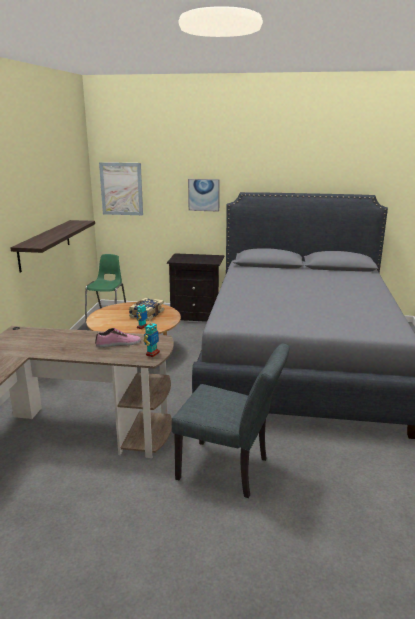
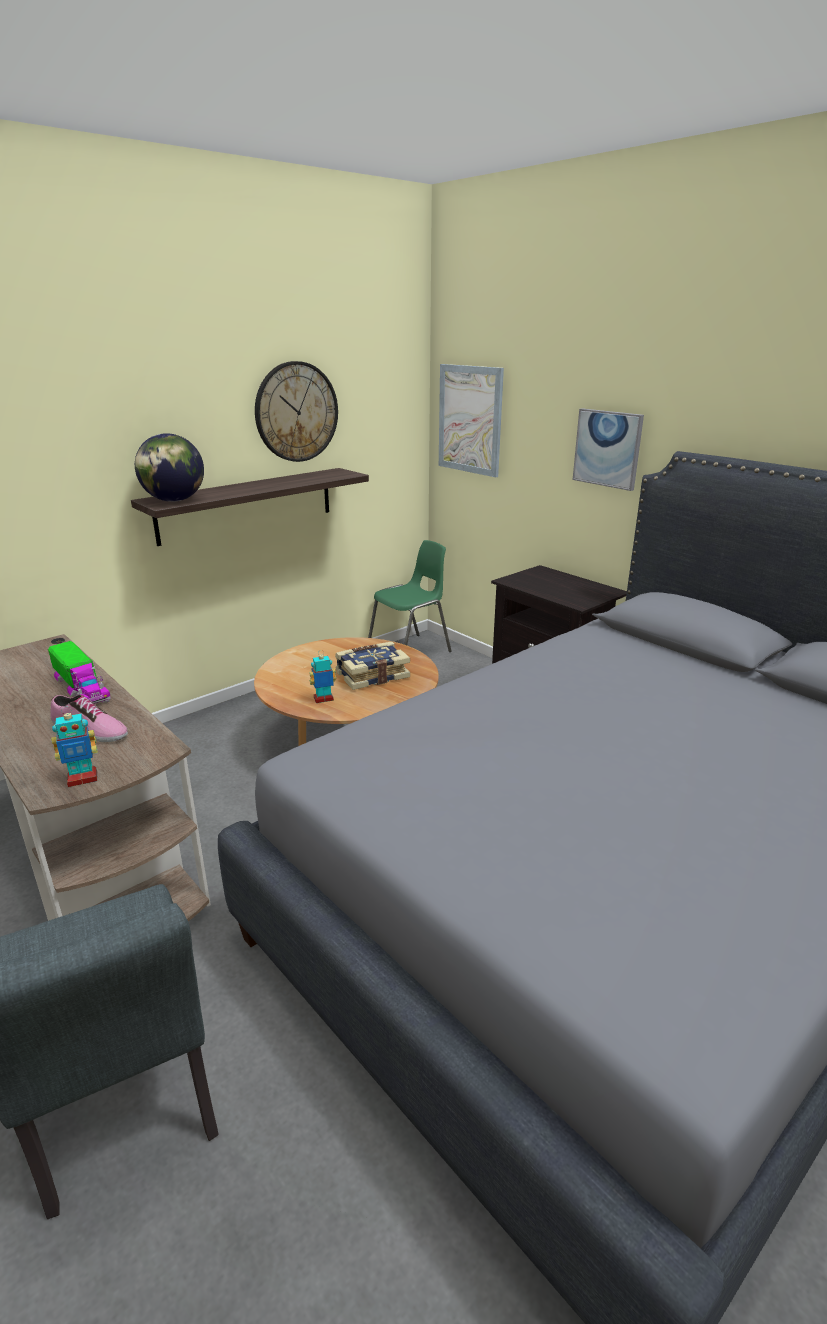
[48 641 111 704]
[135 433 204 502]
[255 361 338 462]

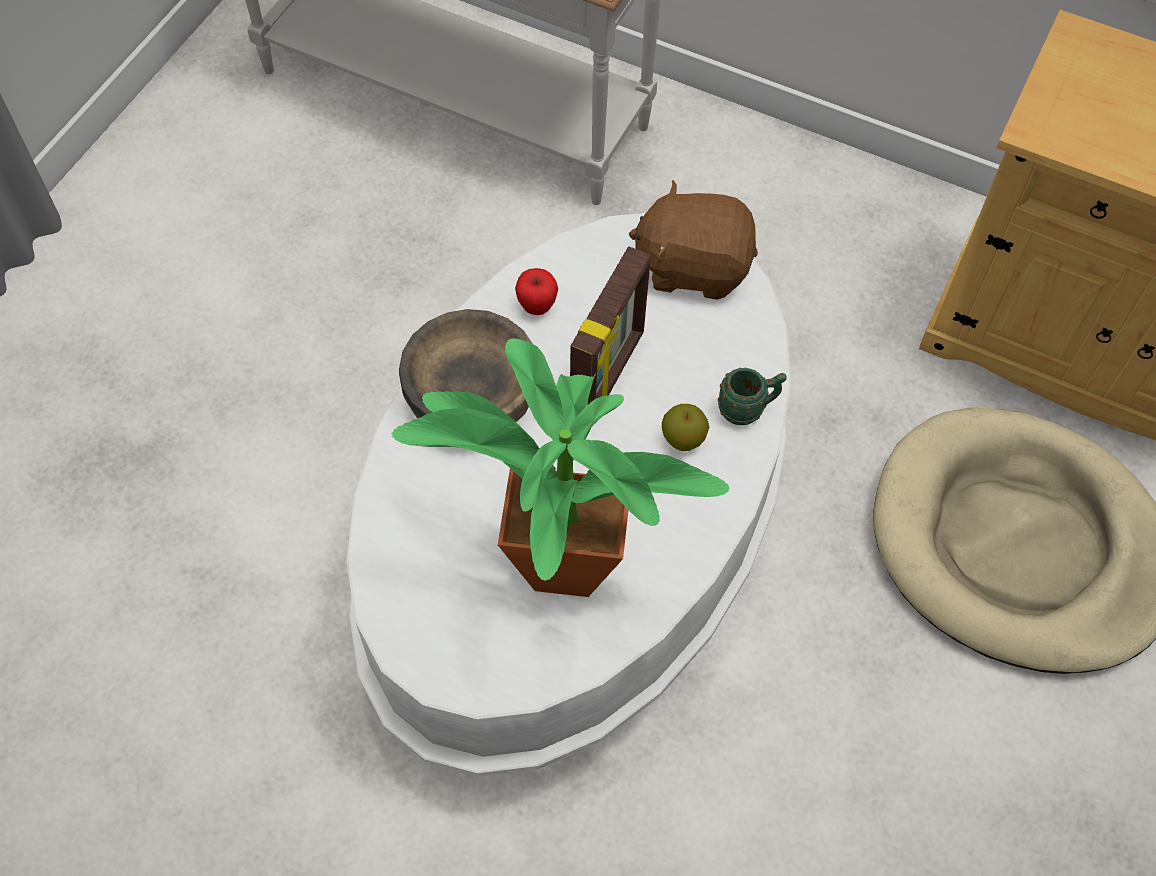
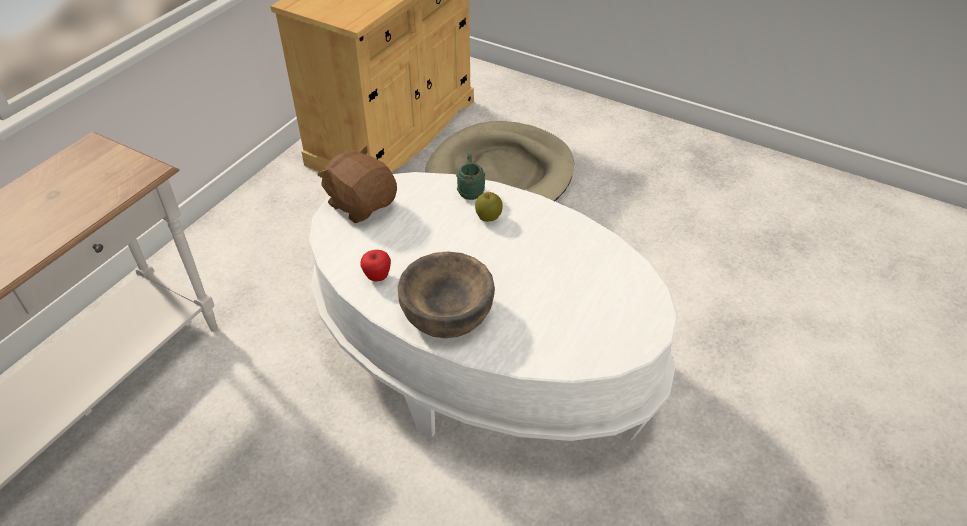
[392 338 730 597] (first image)
[570 246 651 404] (first image)
[317 146 397 223]

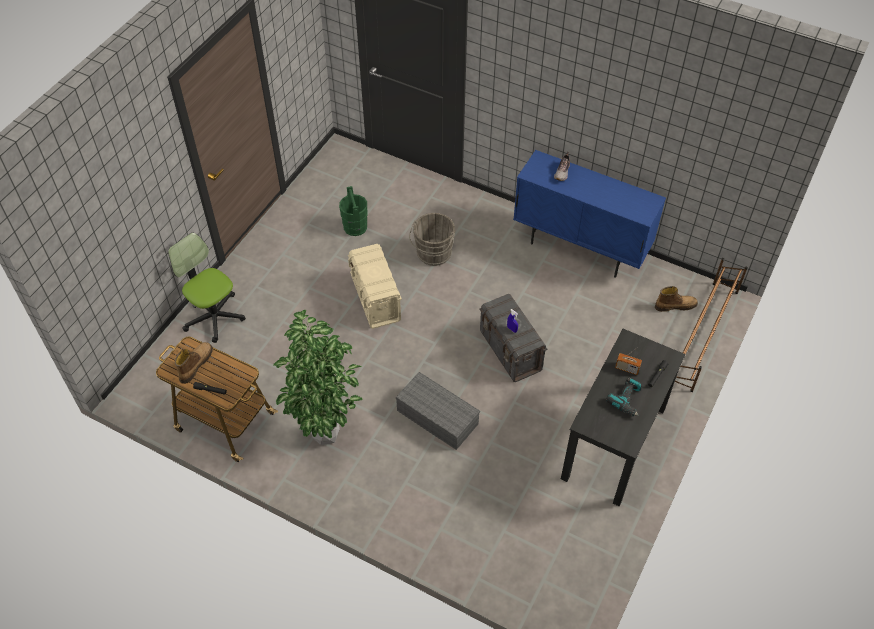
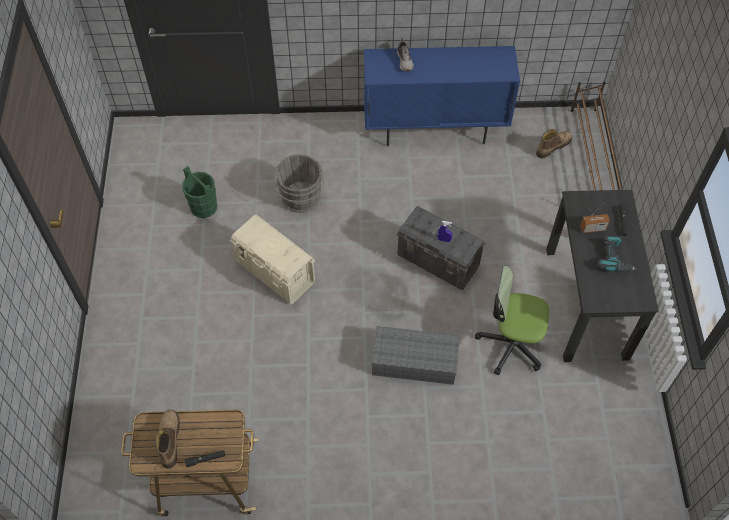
[475 266 549 375]
[273 309 363 445] (first image)

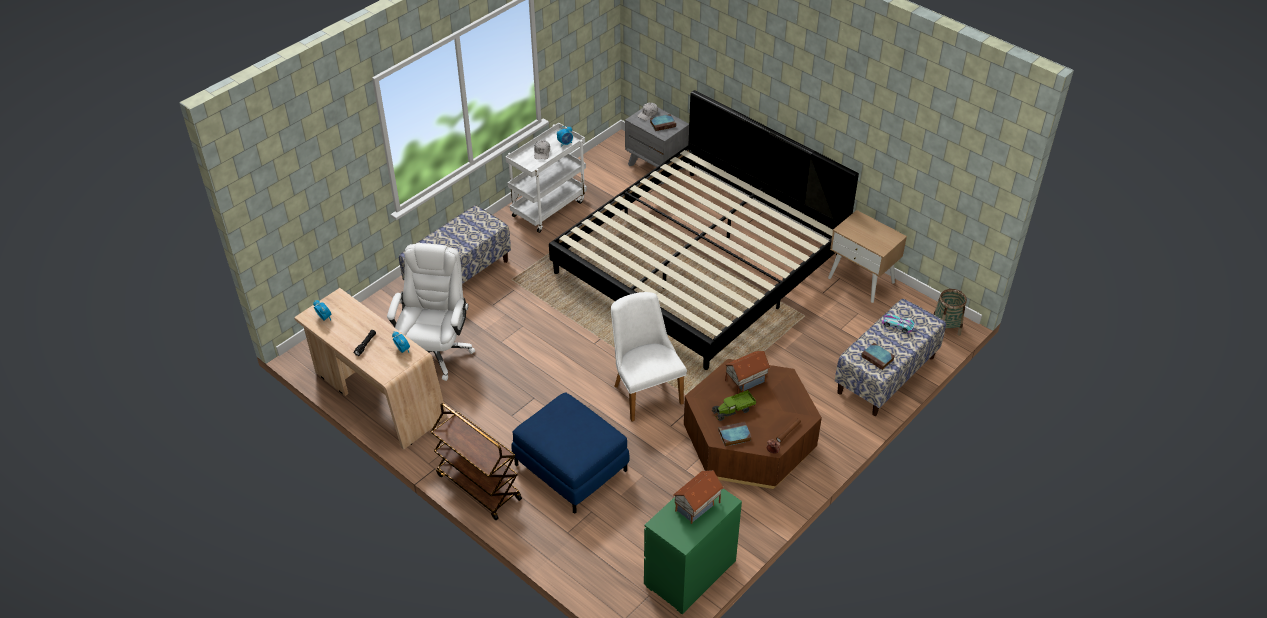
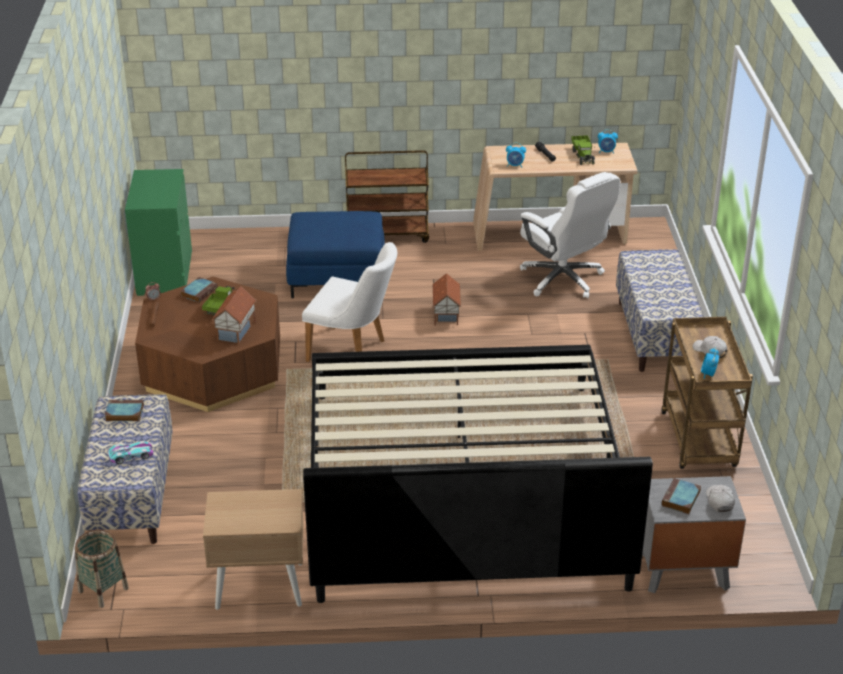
[661 317 753 469]
[432 273 461 326]
[571 135 595 165]

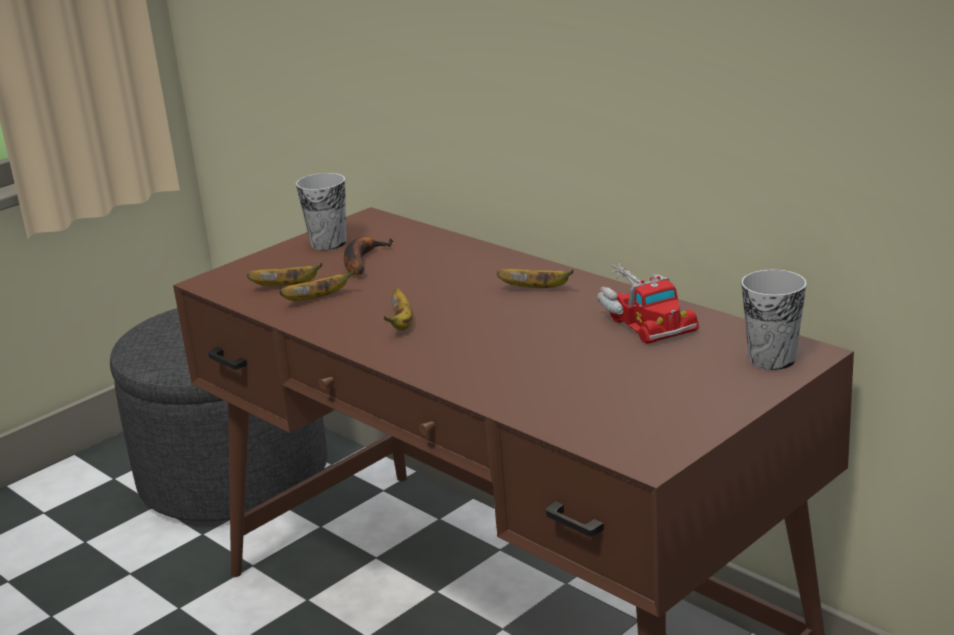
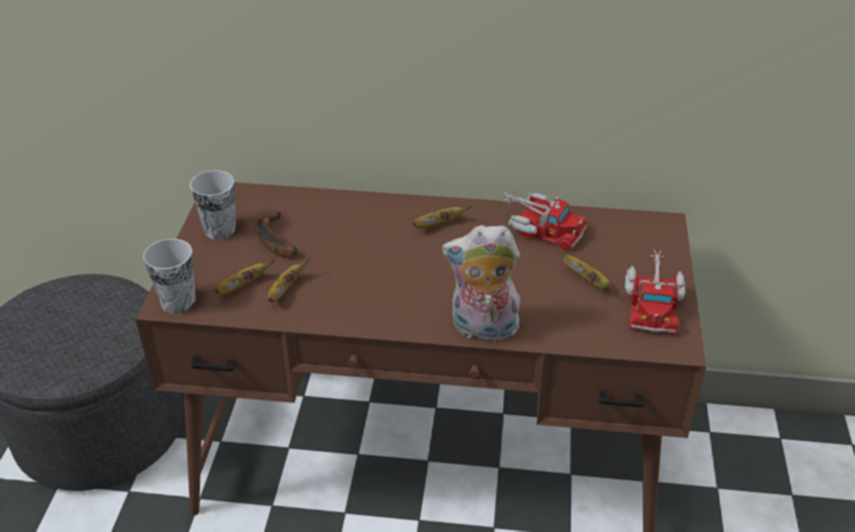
[563 254 610 290]
[143 239 196 314]
[442 225 521 341]
[625 250 685 335]

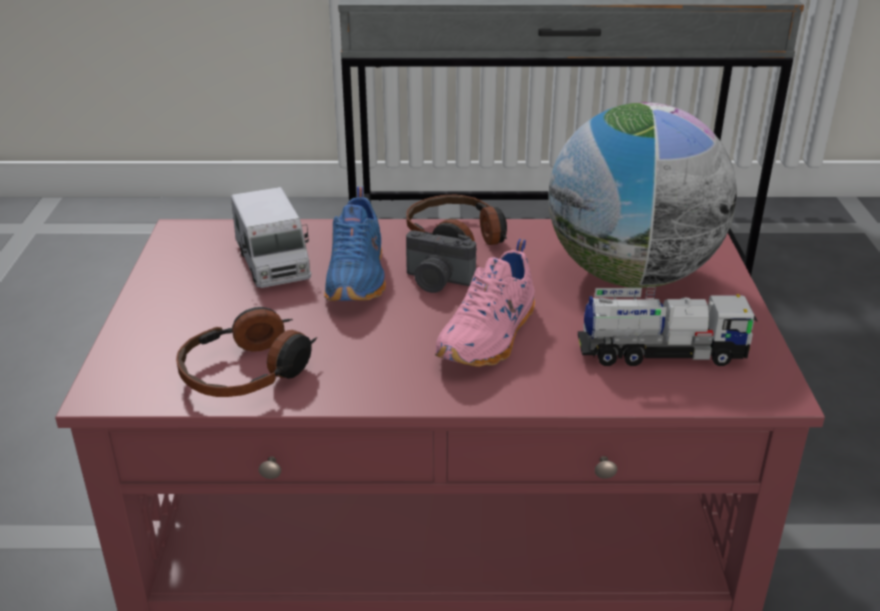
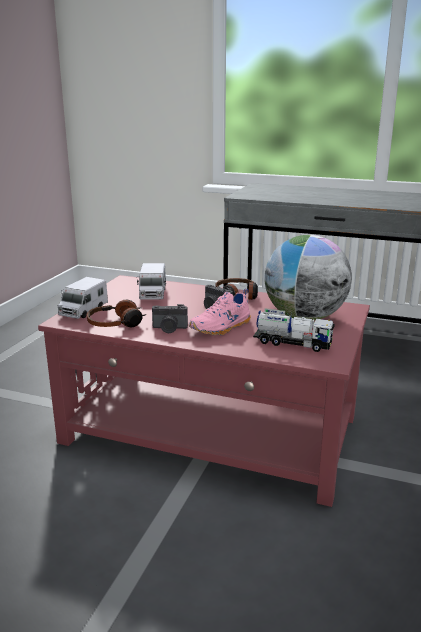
[324 187 386 301] (first image)
[58 277 108 319]
[152 304 188 333]

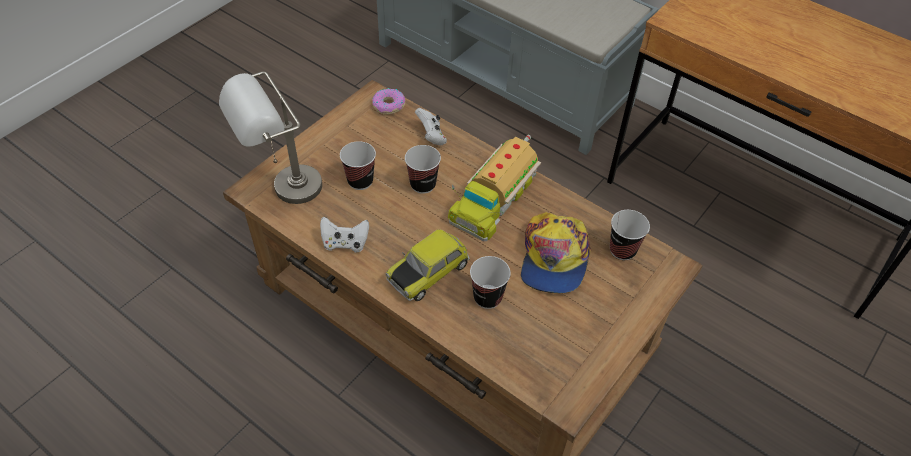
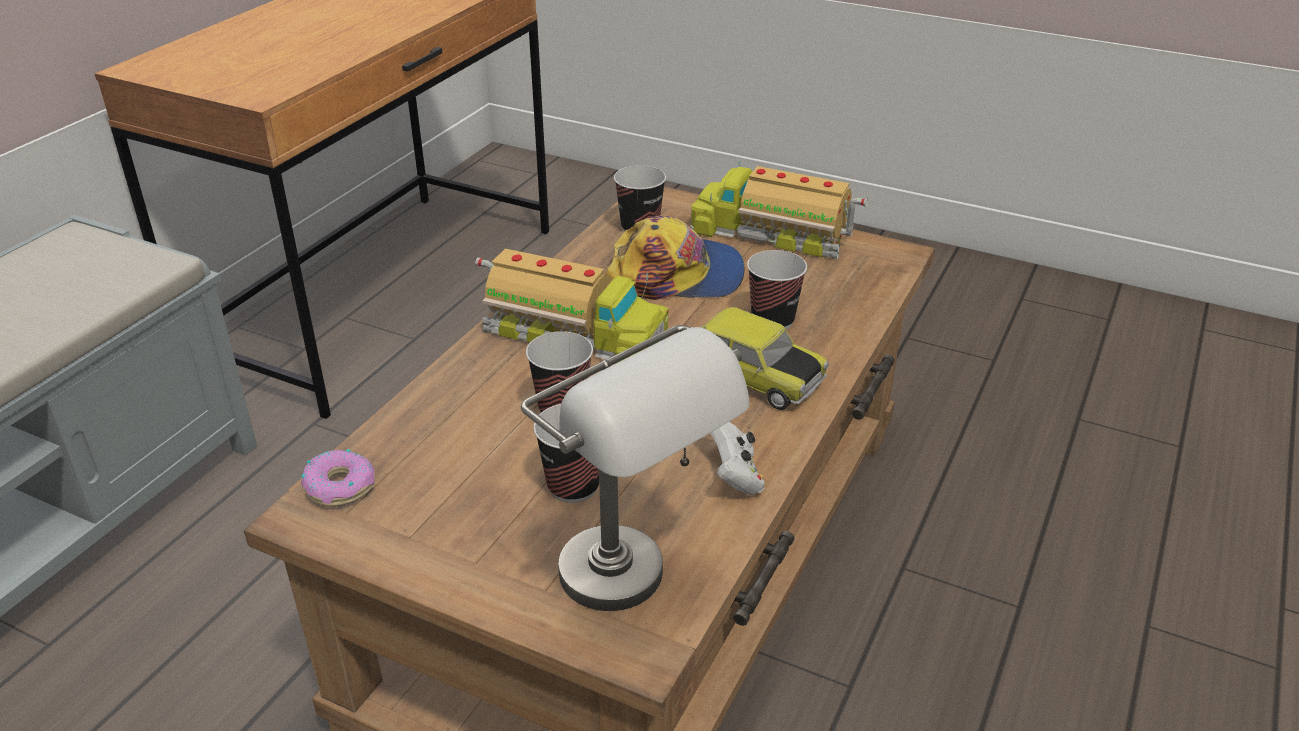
[415 108 447 146] (first image)
[690 160 868 259]

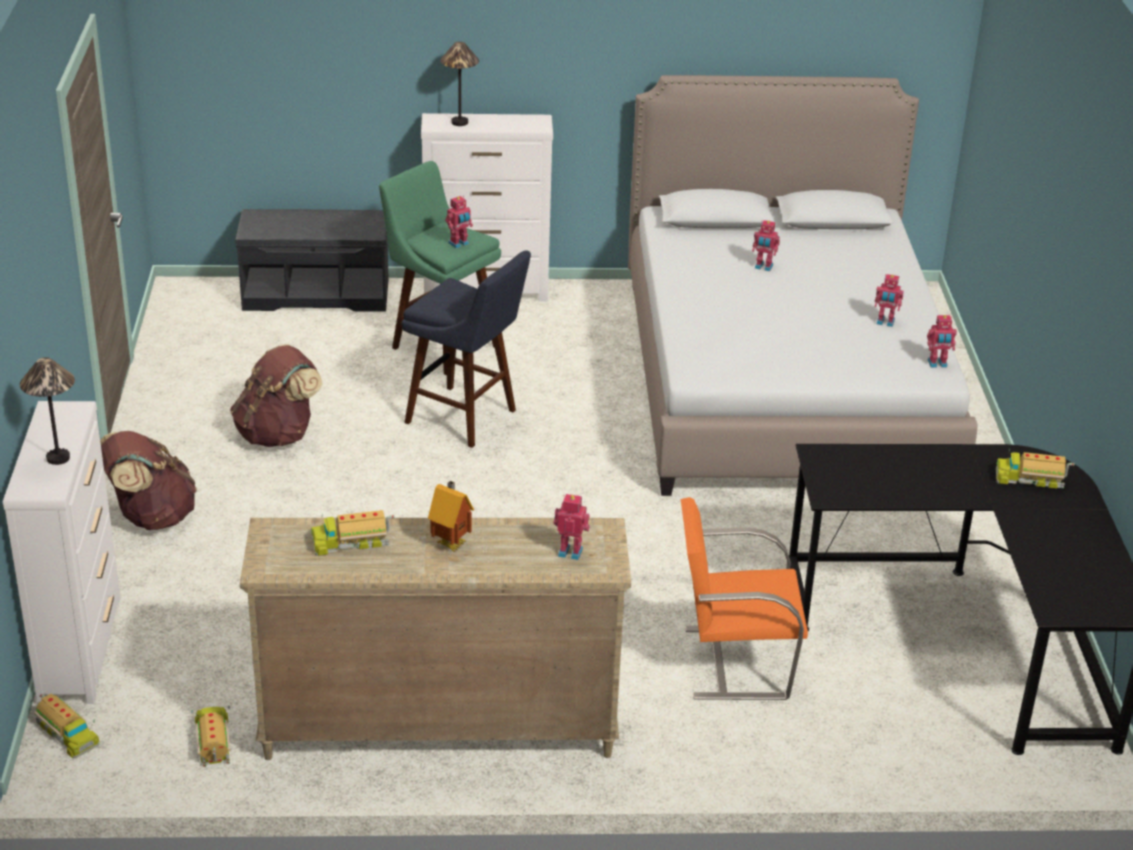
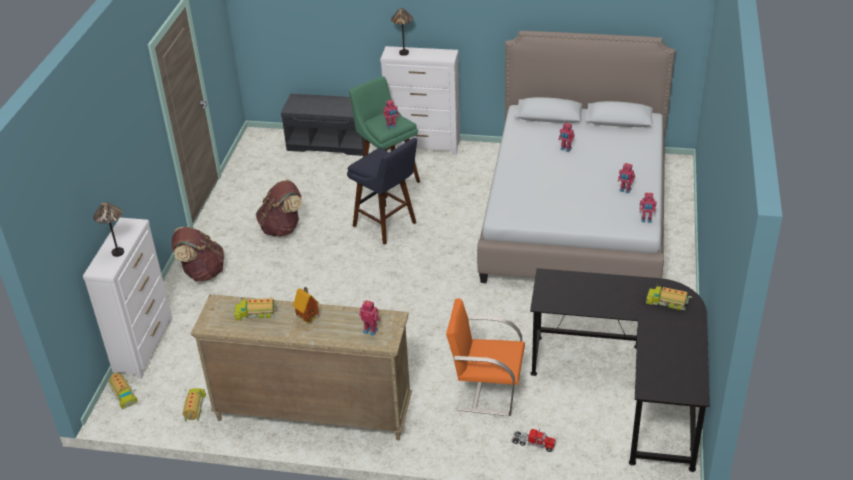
[512 428 556 452]

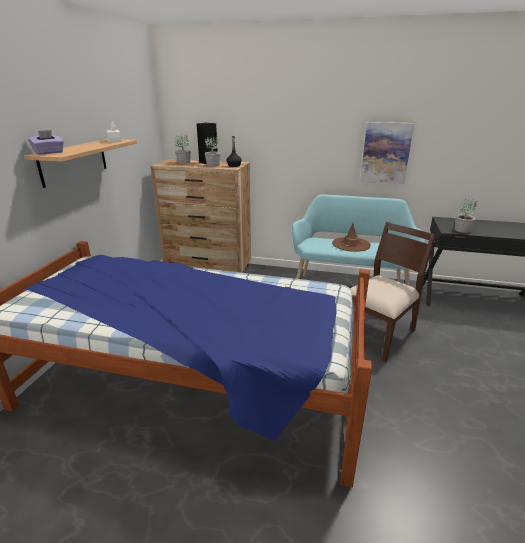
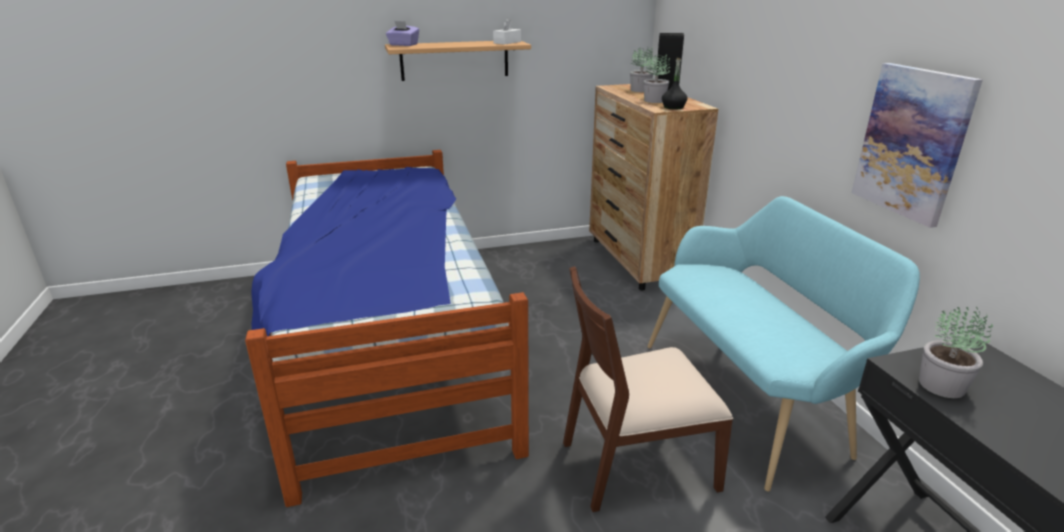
[332 223 371 252] (first image)
[563 266 733 512]

